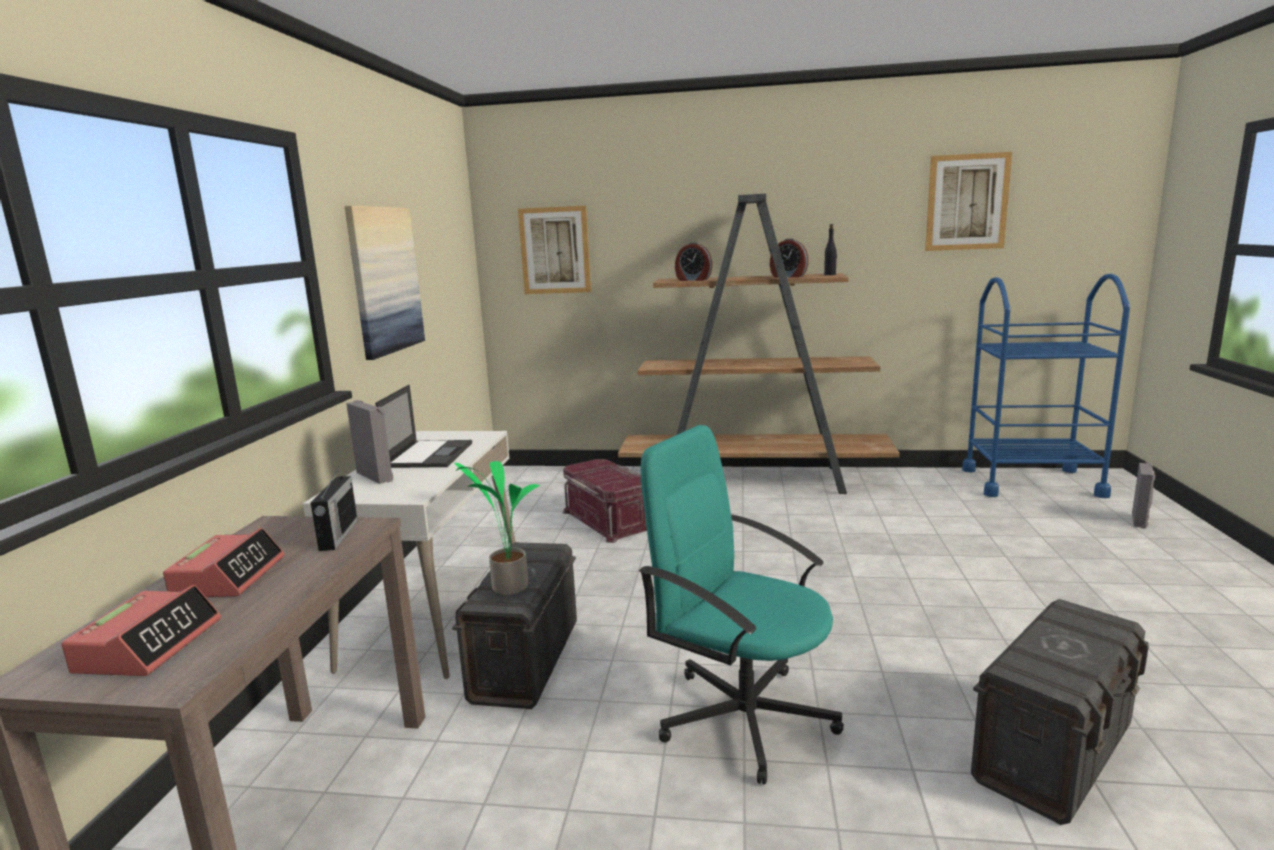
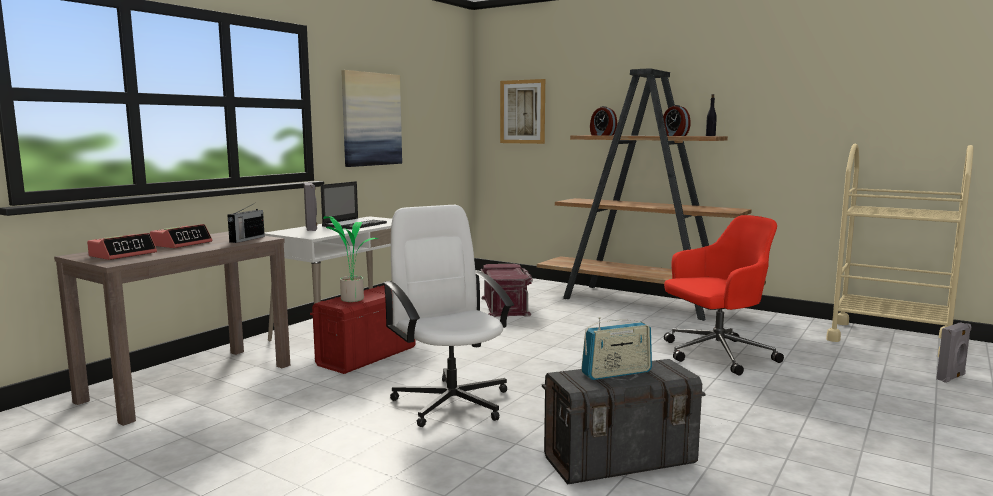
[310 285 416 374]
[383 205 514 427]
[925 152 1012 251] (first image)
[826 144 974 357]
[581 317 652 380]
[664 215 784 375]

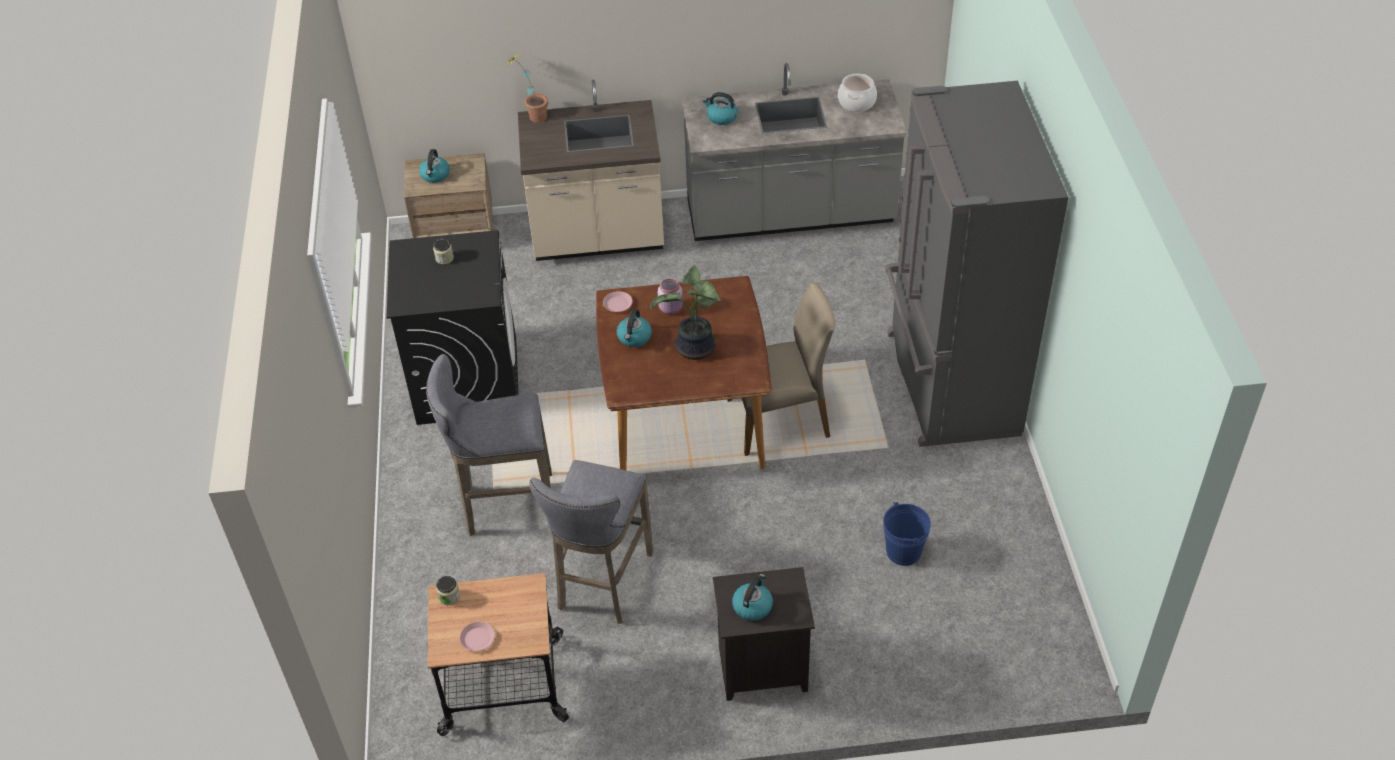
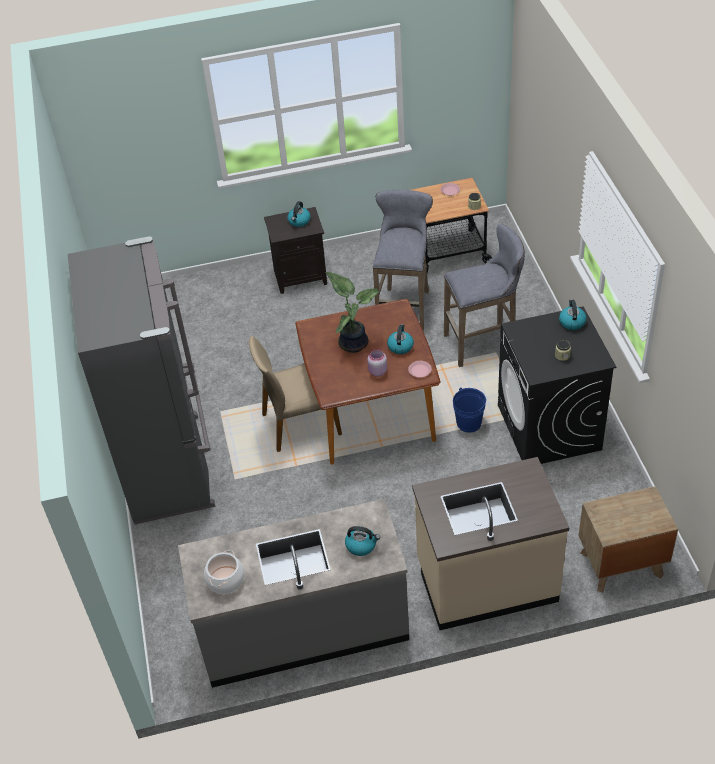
[559 299 587 330]
[507 53 548 123] (first image)
[453 388 486 433]

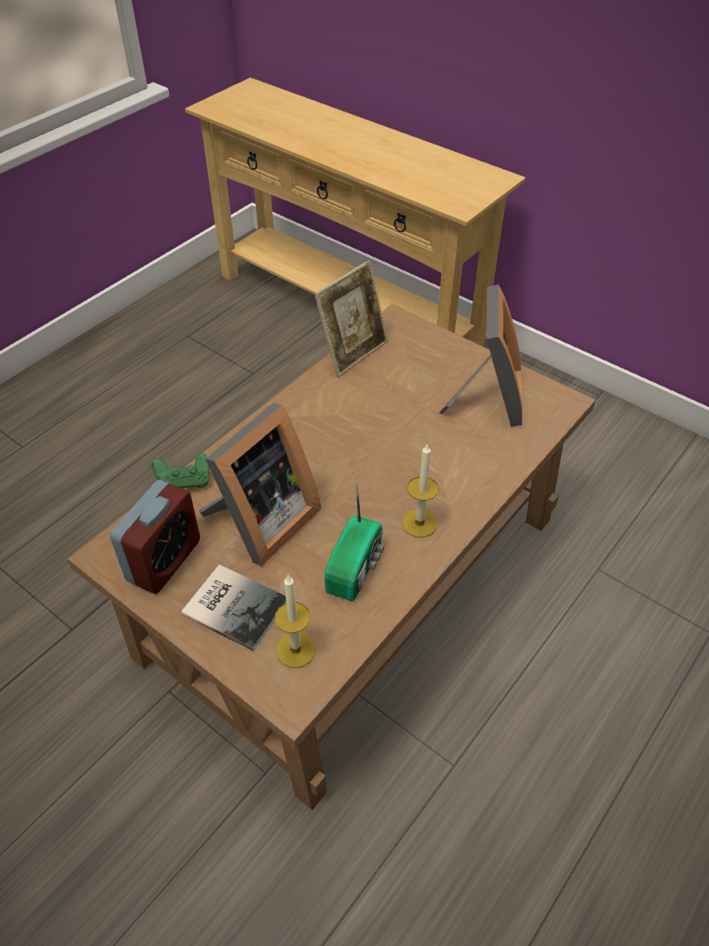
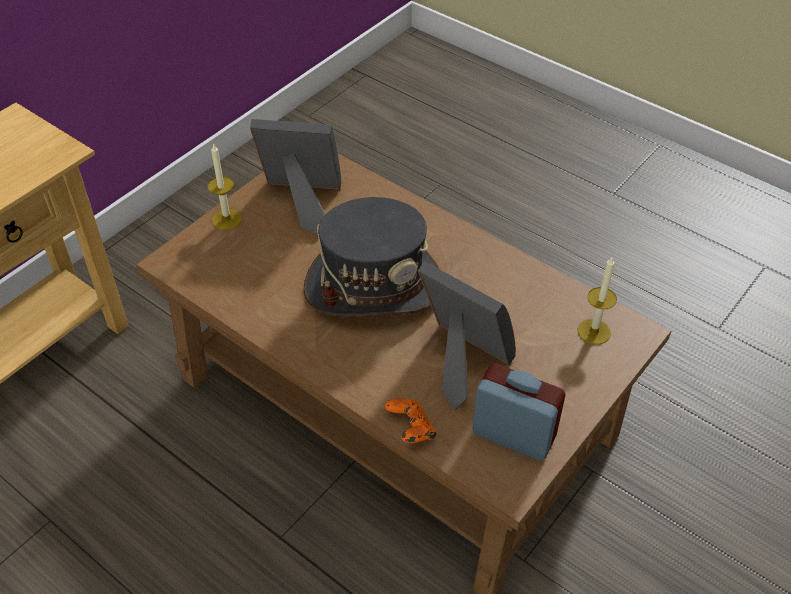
[385 399 436 443]
[181 564 286 651] (first image)
[314 260 388 377] (first image)
[324 479 384 601] (first image)
[208 143 242 230]
[303 197 439 318]

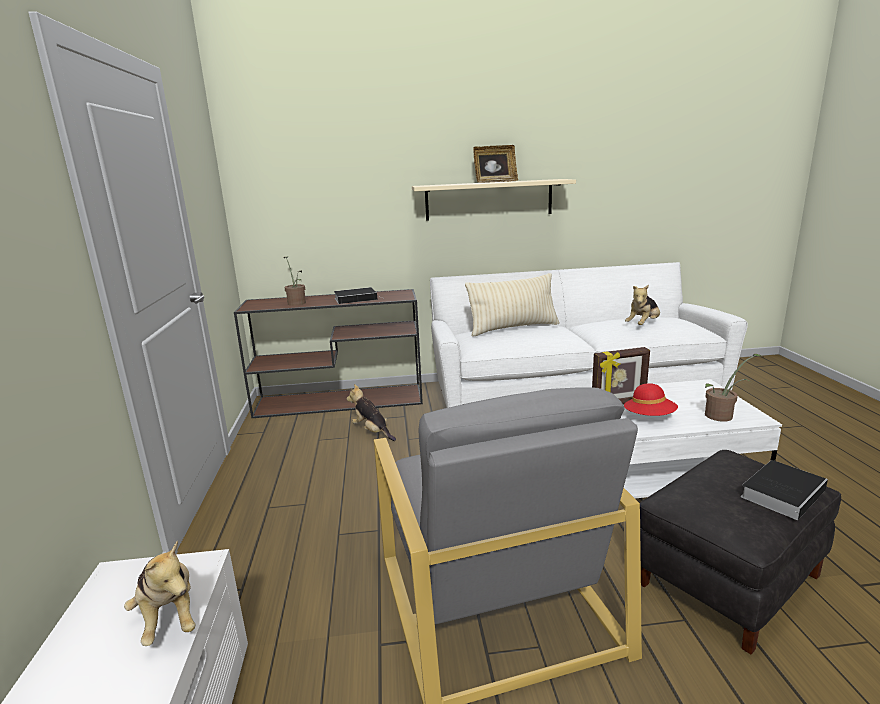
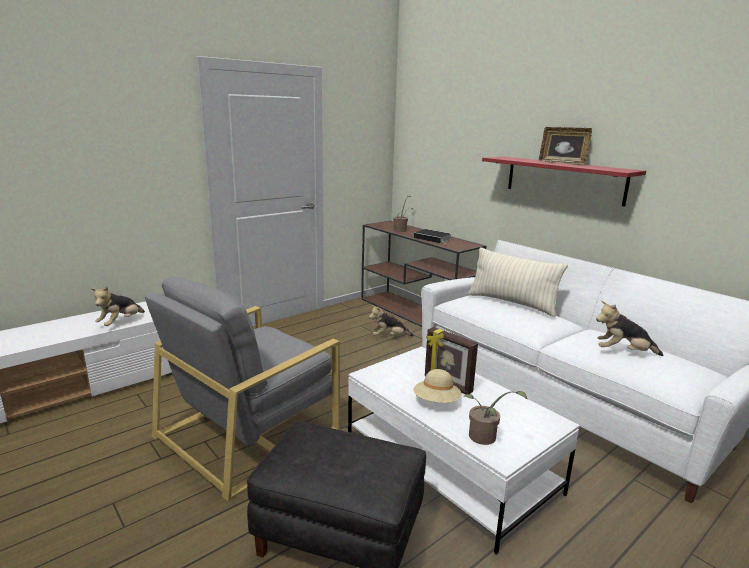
[369 305 414 336]
[482 156 646 207]
[413 369 461 403]
[741 460 828 520] (first image)

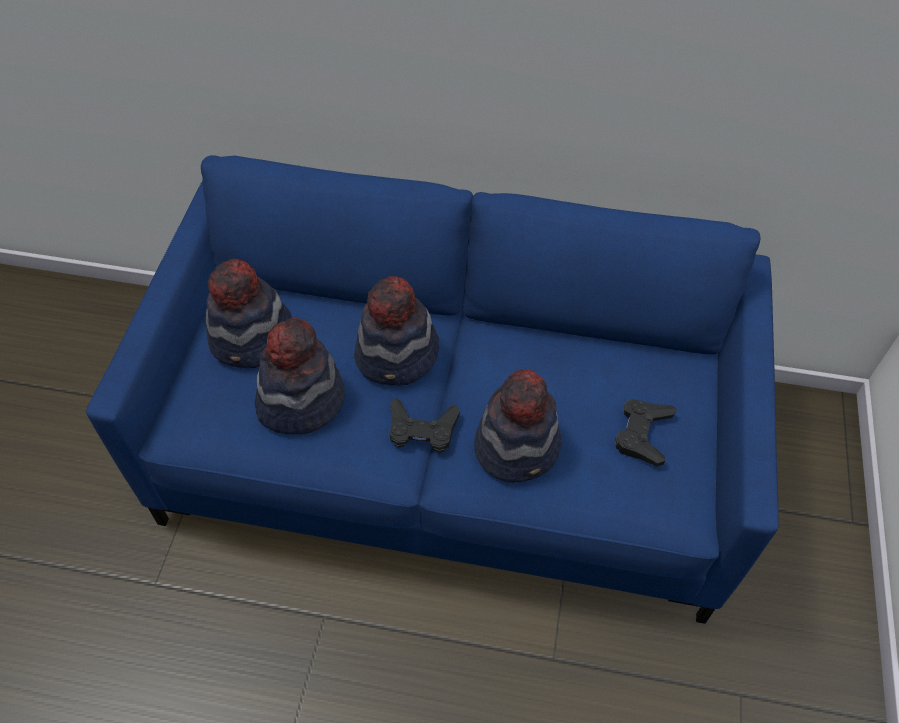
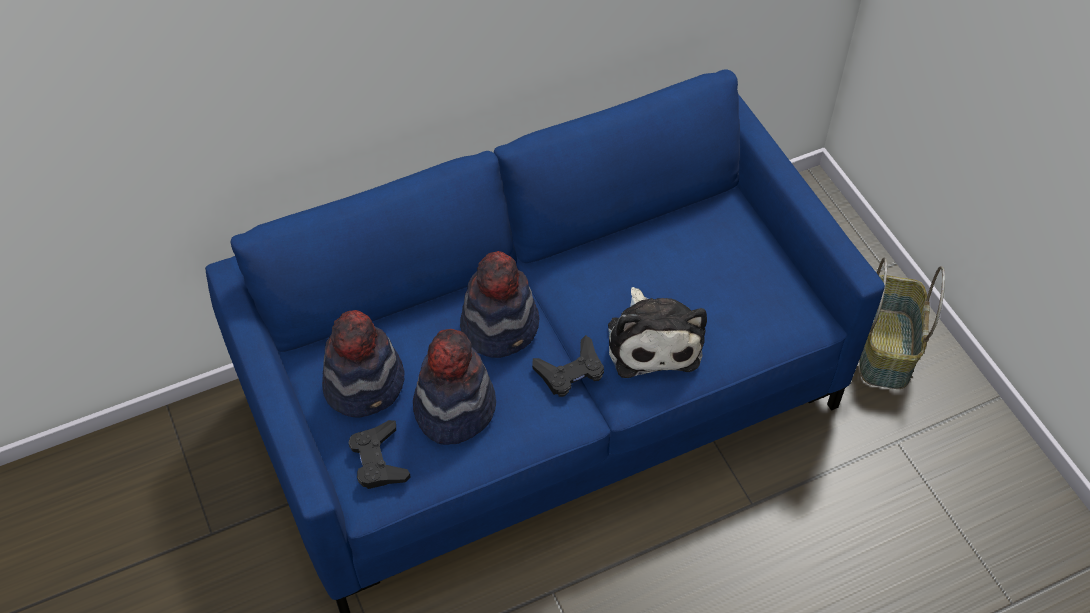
[608 287 707 378]
[349 420 411 489]
[859 258 945 389]

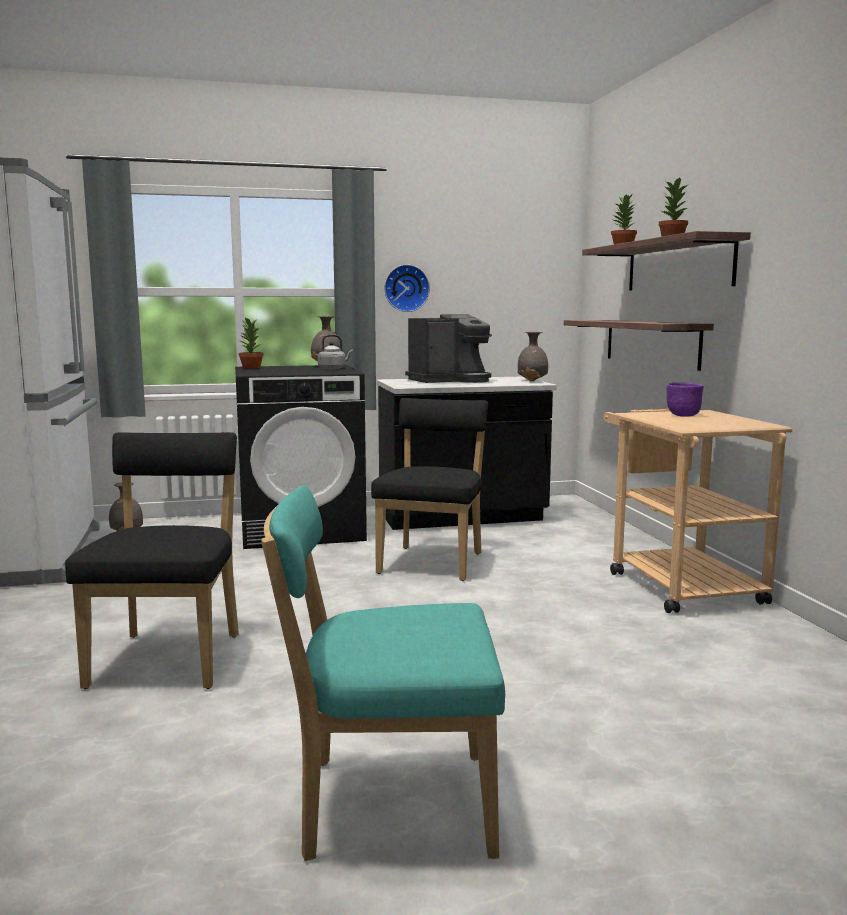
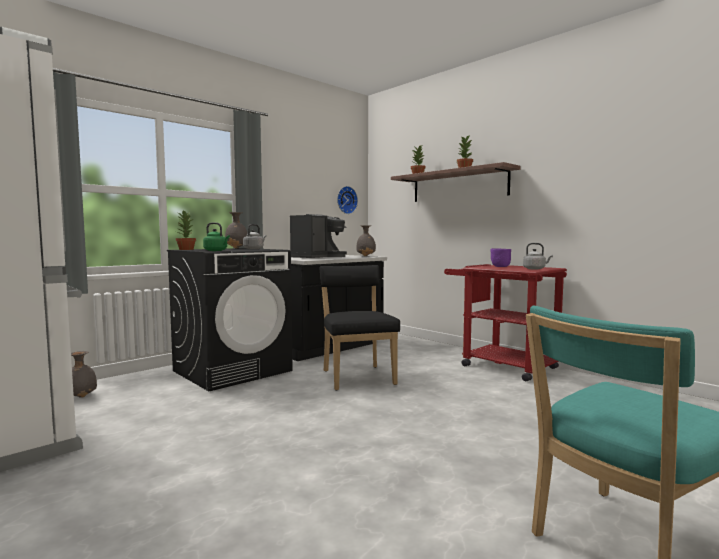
[65 432 239 689] (first image)
[337 186 358 214]
[564 320 714 371] (first image)
[444 264 567 381]
[203 222 230 251]
[523 243 553 269]

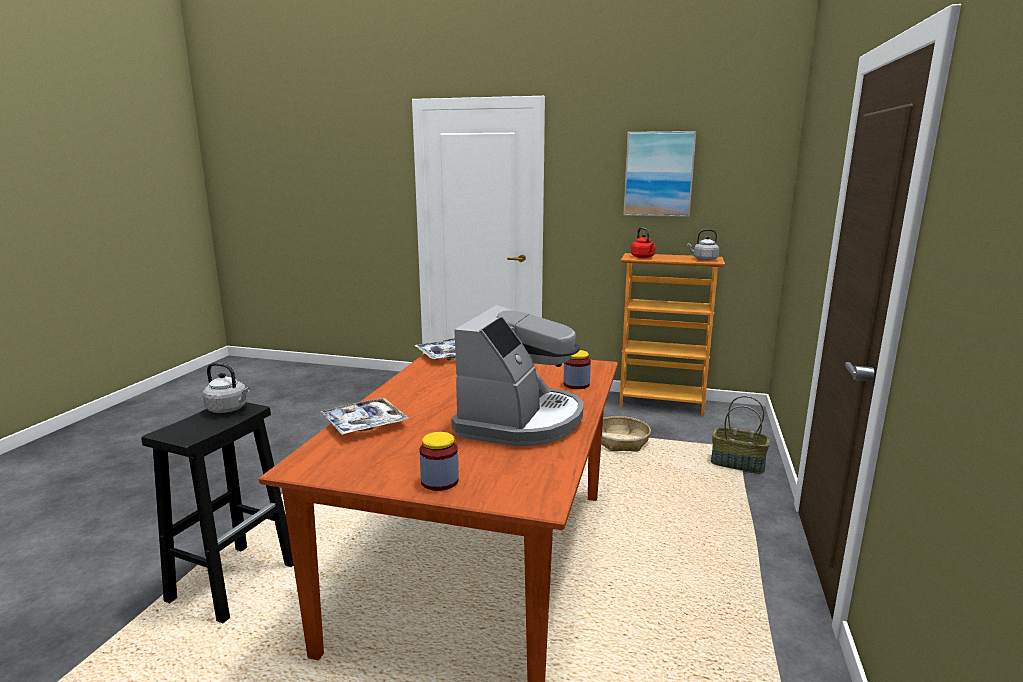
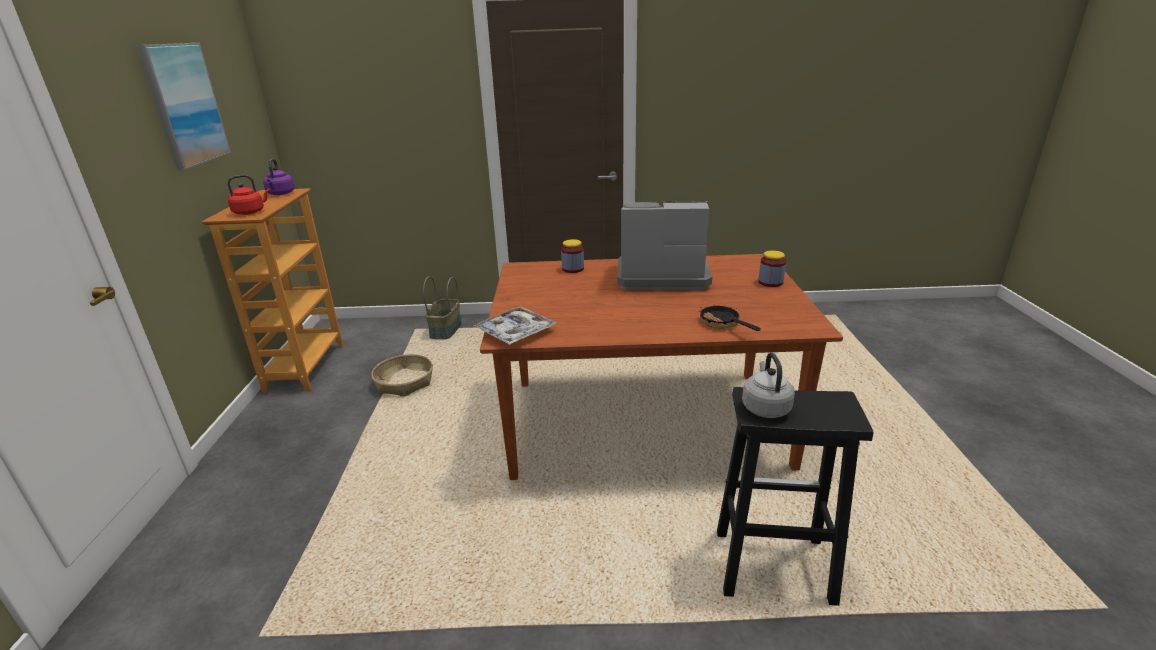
[699 306 761 331]
[263 159 295 195]

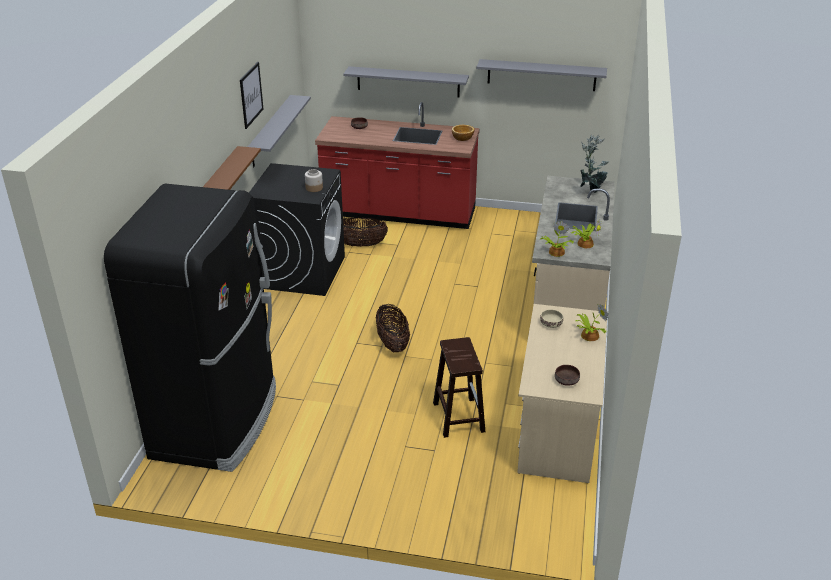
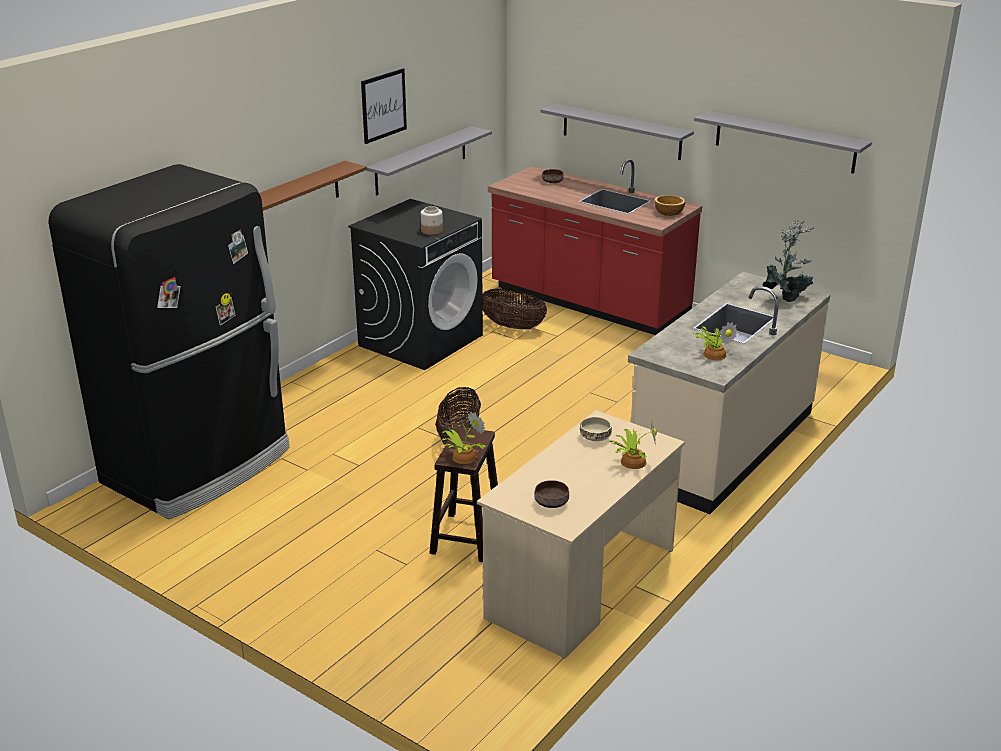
[442 412 485 464]

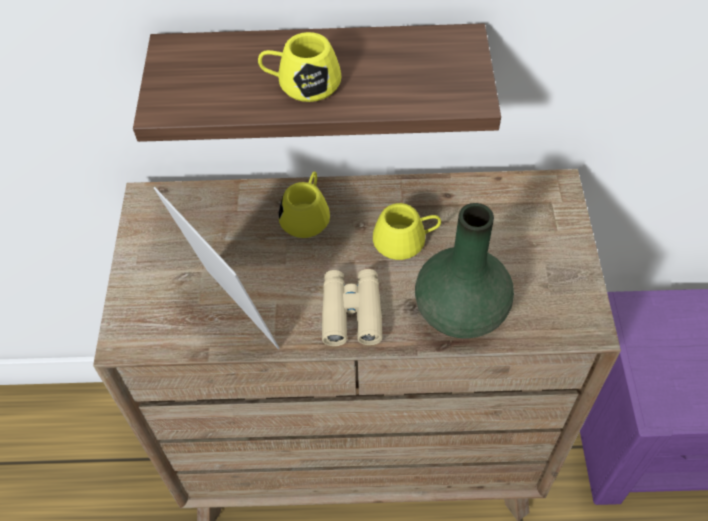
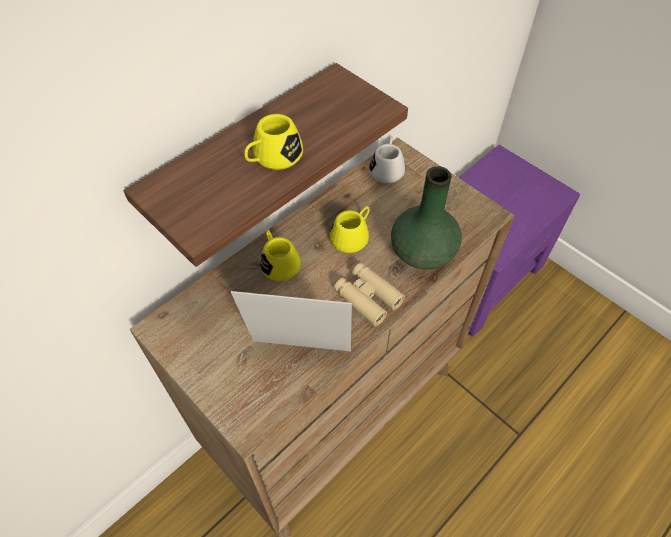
[369 137 405 183]

